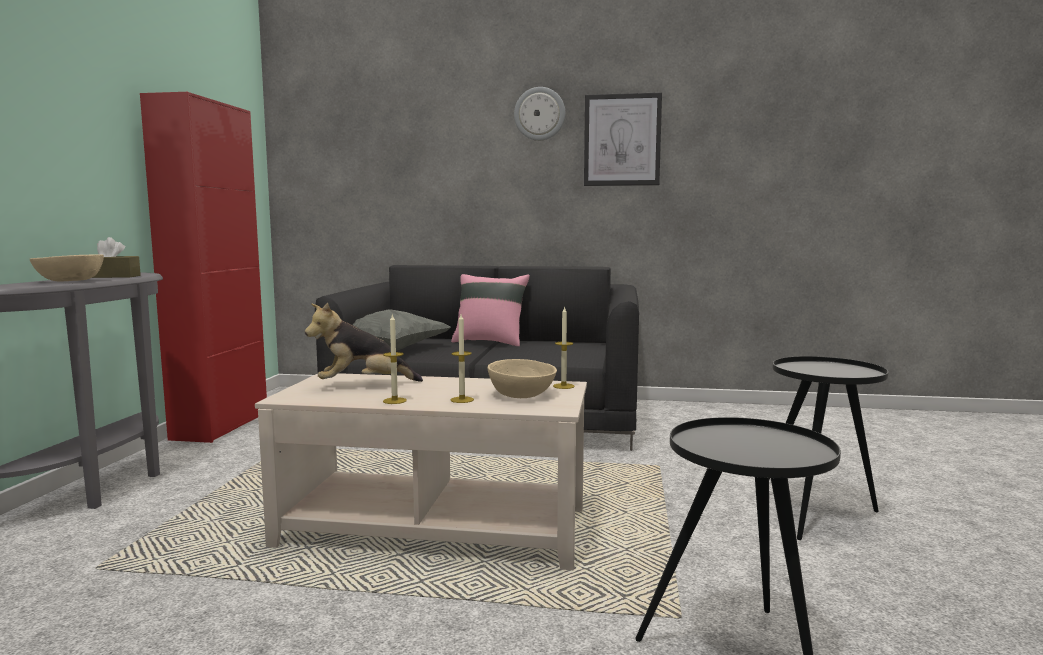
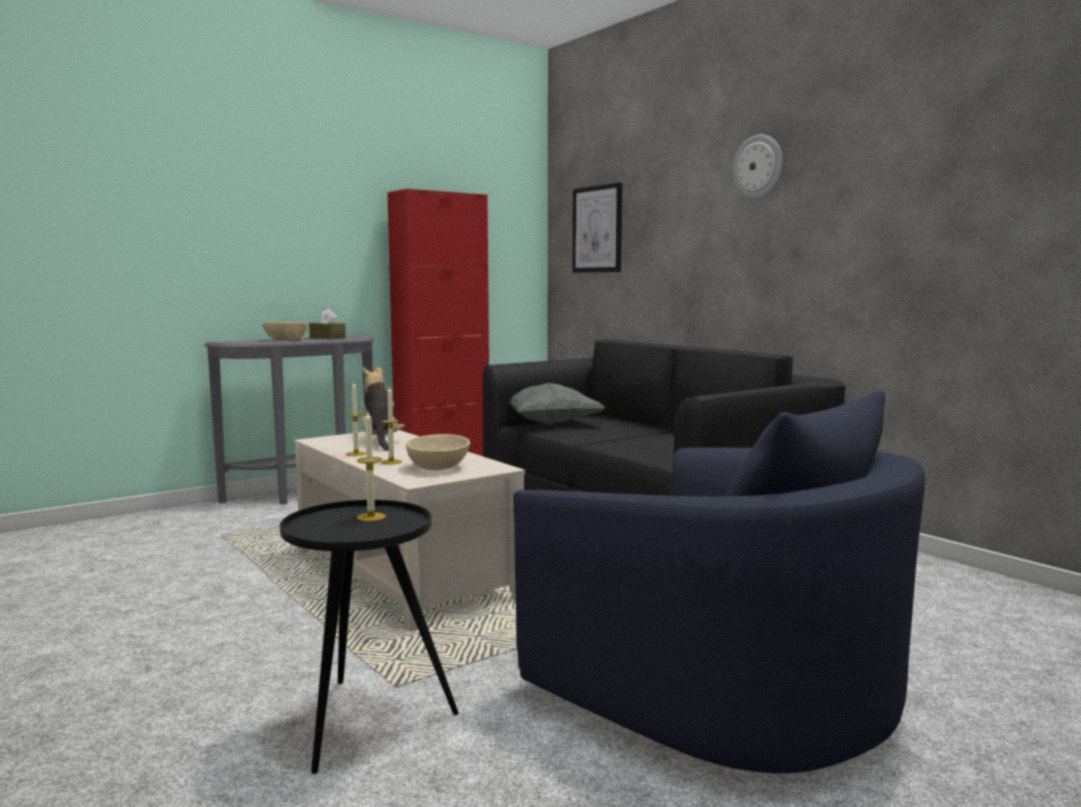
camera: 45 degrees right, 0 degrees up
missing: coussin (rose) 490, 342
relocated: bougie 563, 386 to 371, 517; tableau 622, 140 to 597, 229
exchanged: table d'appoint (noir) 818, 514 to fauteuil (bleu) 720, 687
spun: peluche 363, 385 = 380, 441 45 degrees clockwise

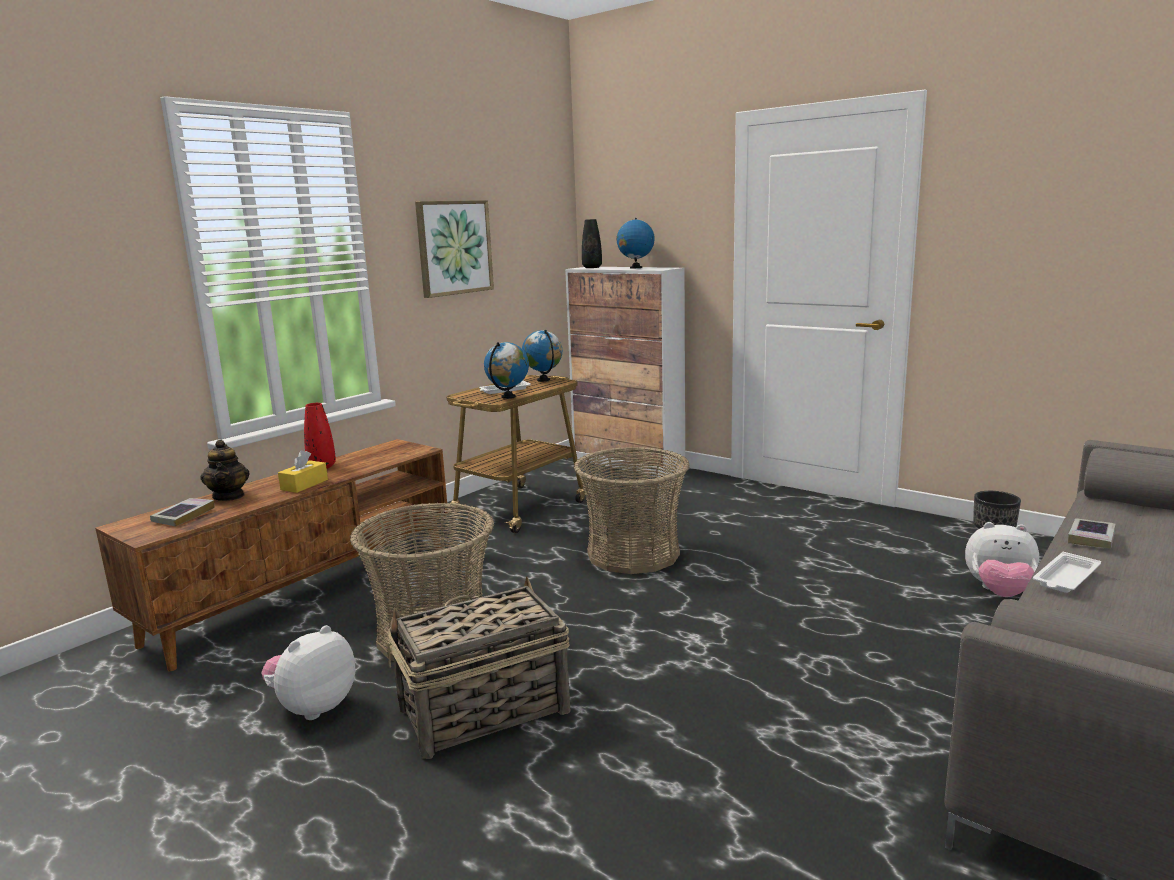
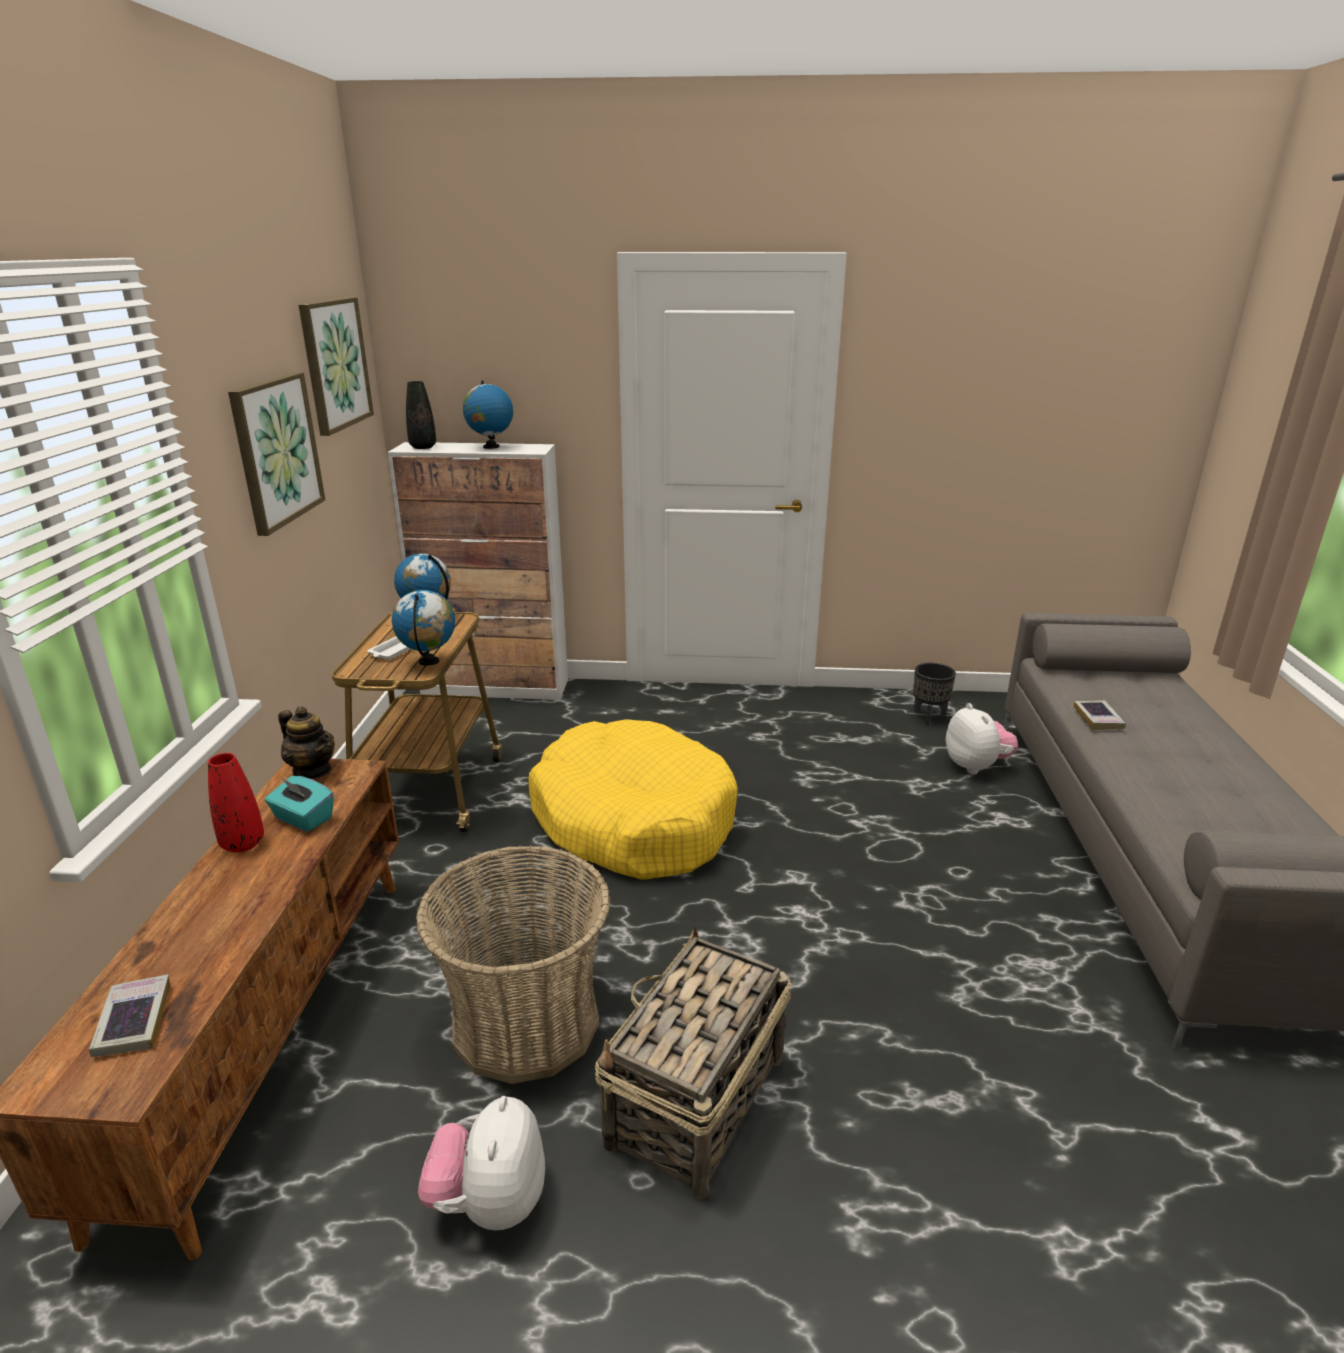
camera: 35 degrees left, 10 degrees up
missing: boîte à mouchoirs (jaune) 304, 485; plateau (blanc) 1065, 578
appeared: boîte à mouchoirs (turquoise) 303, 819; tableau 334, 364
relocated: théière 229, 496 to 313, 770
exchanged: panier 633, 554 to panier pour chien (jaune) 633, 820
spun: peluche 999, 592 = 976, 766 90 degrees counterclockwise

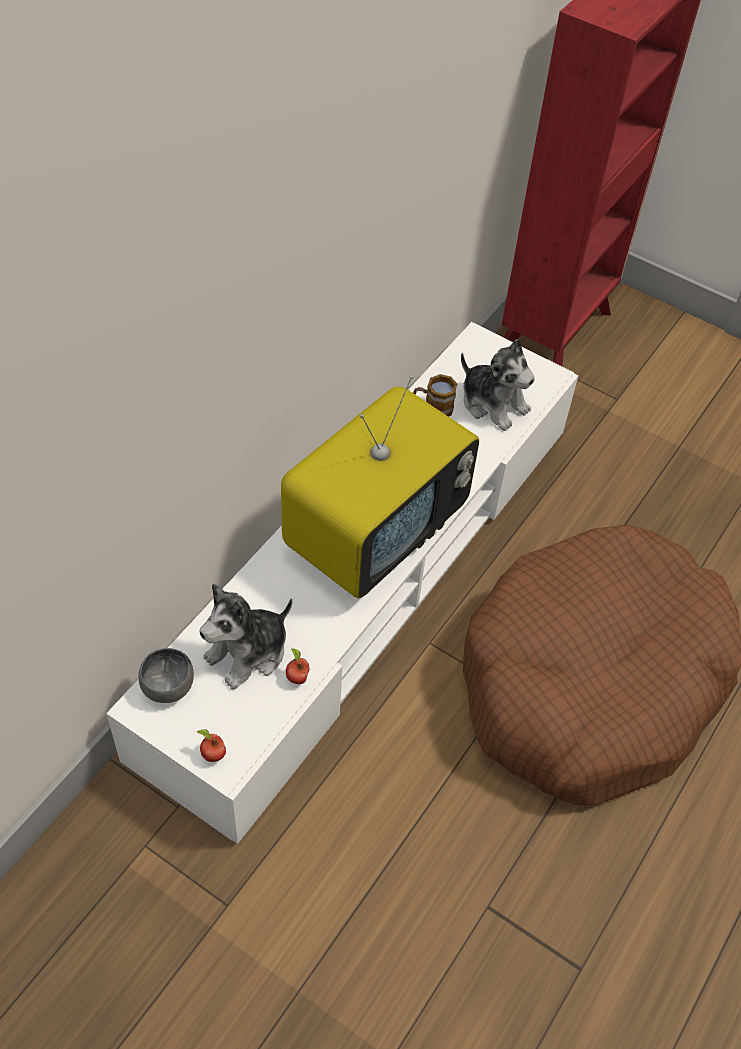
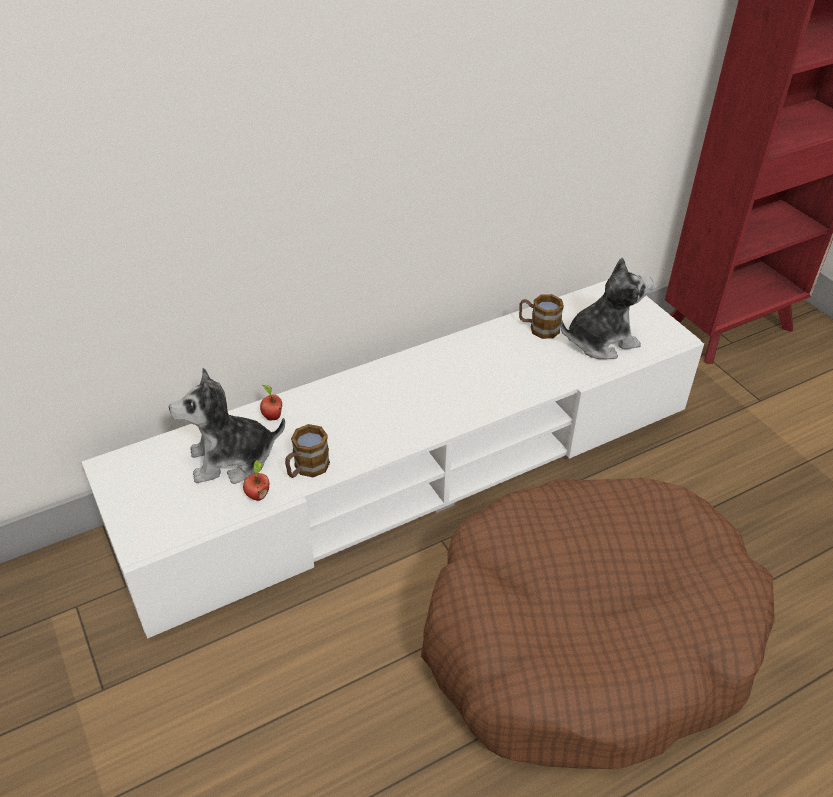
camera: 30 degrees right, 10 degrees down
missing: bol (gris) 167, 689; téléviseur 375, 534
appeared: mug 306, 469
relocated: pomme 212, 755 to 272, 416
spun: peluche 493, 403 = 600, 341 90 degrees counterclockwise

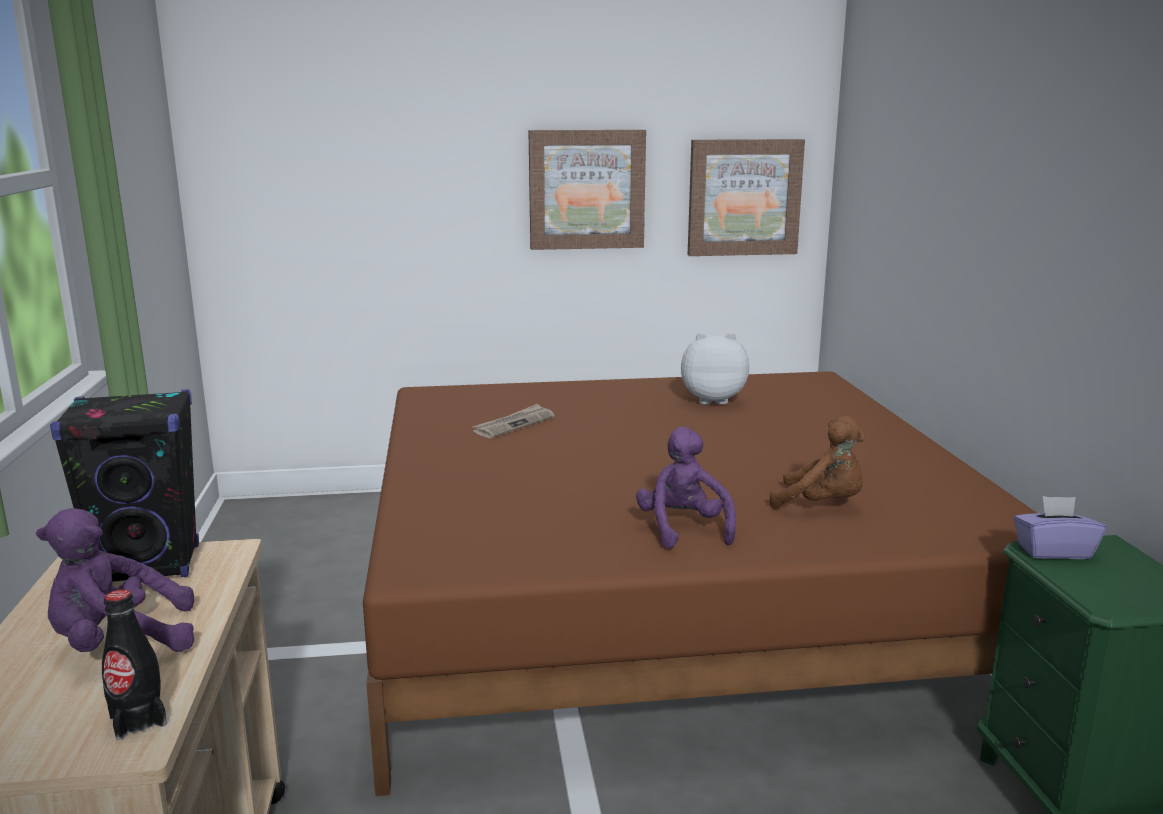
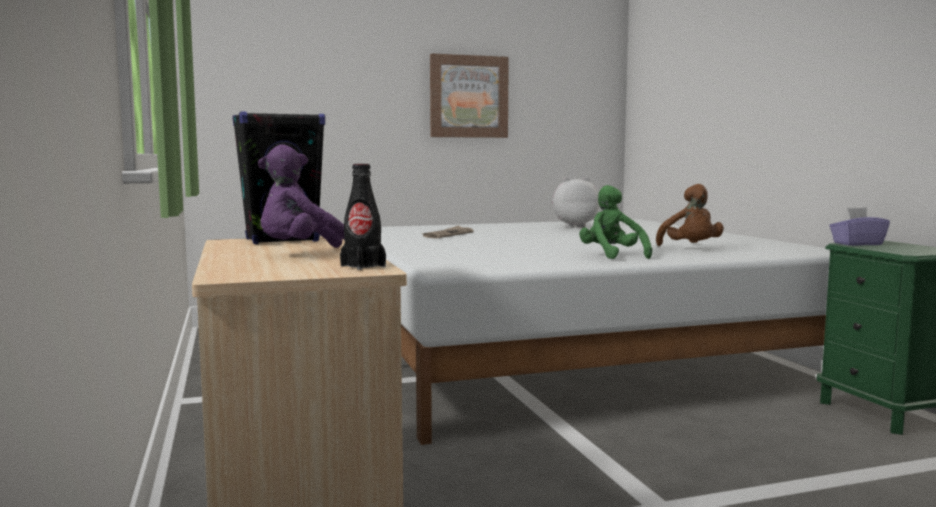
camera: 10 degrees left, 10 degrees down
missing: tableau 744, 197
colour: lit (marron) 664, 601 to lit (blanc) 564, 354; peluche (violet) 683, 529 to peluche (vert) 612, 256
spun: peluche (marron) 822, 504 = 690, 248 60 degrees clockwise

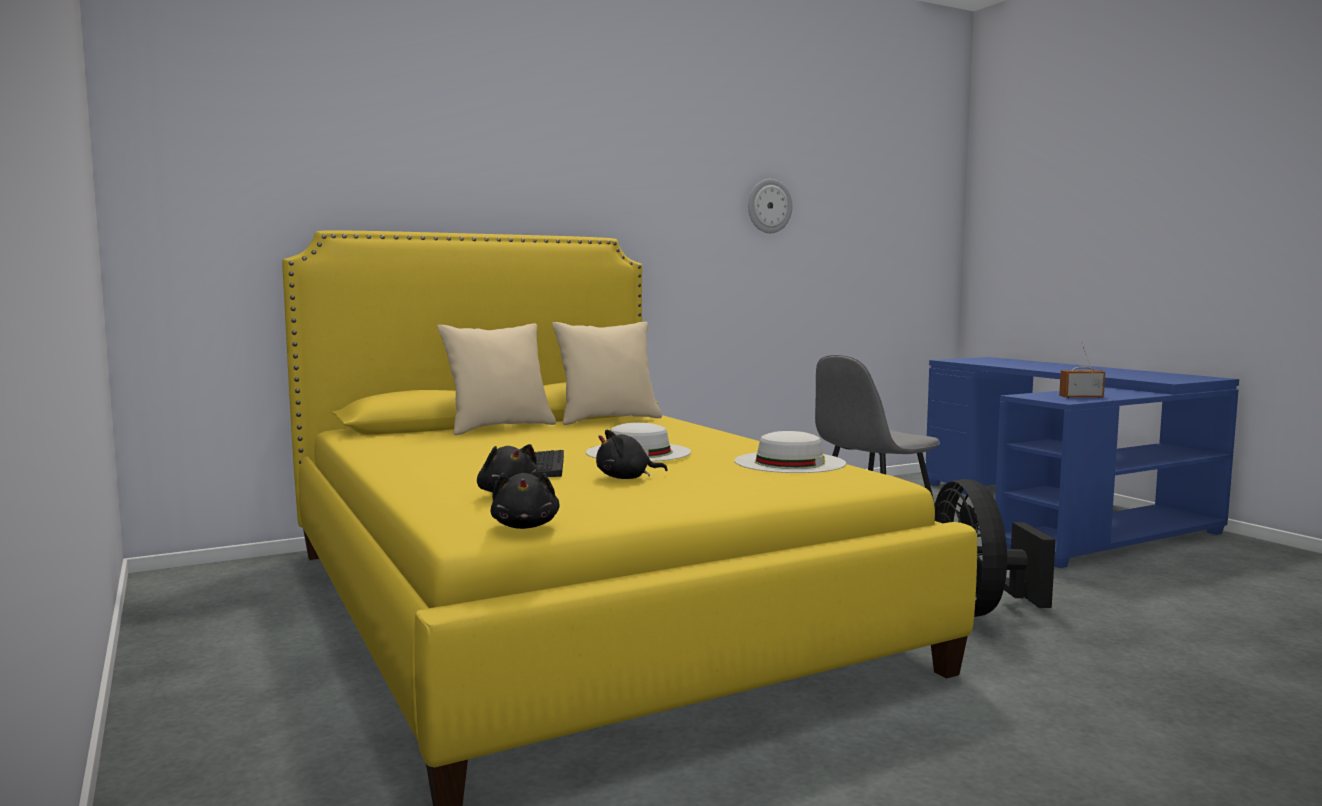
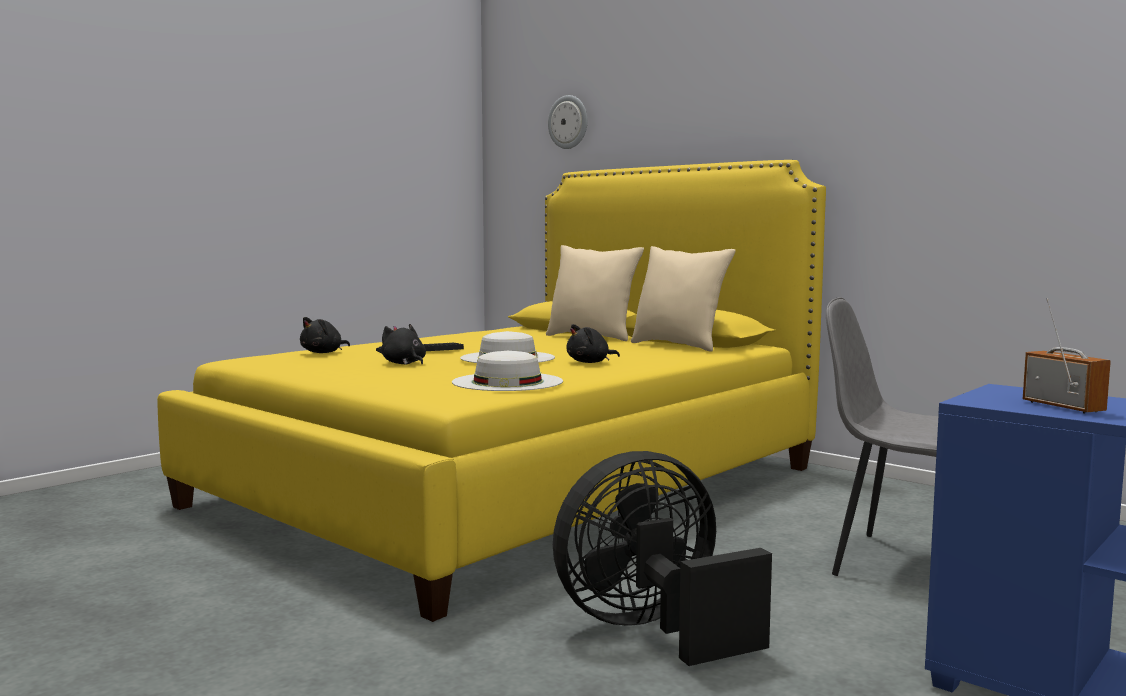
camera: 70 degrees right, 0 degrees up
relocated: peluche (noir) 525, 526 to 590, 362; horloge murale 769, 206 to 568, 122

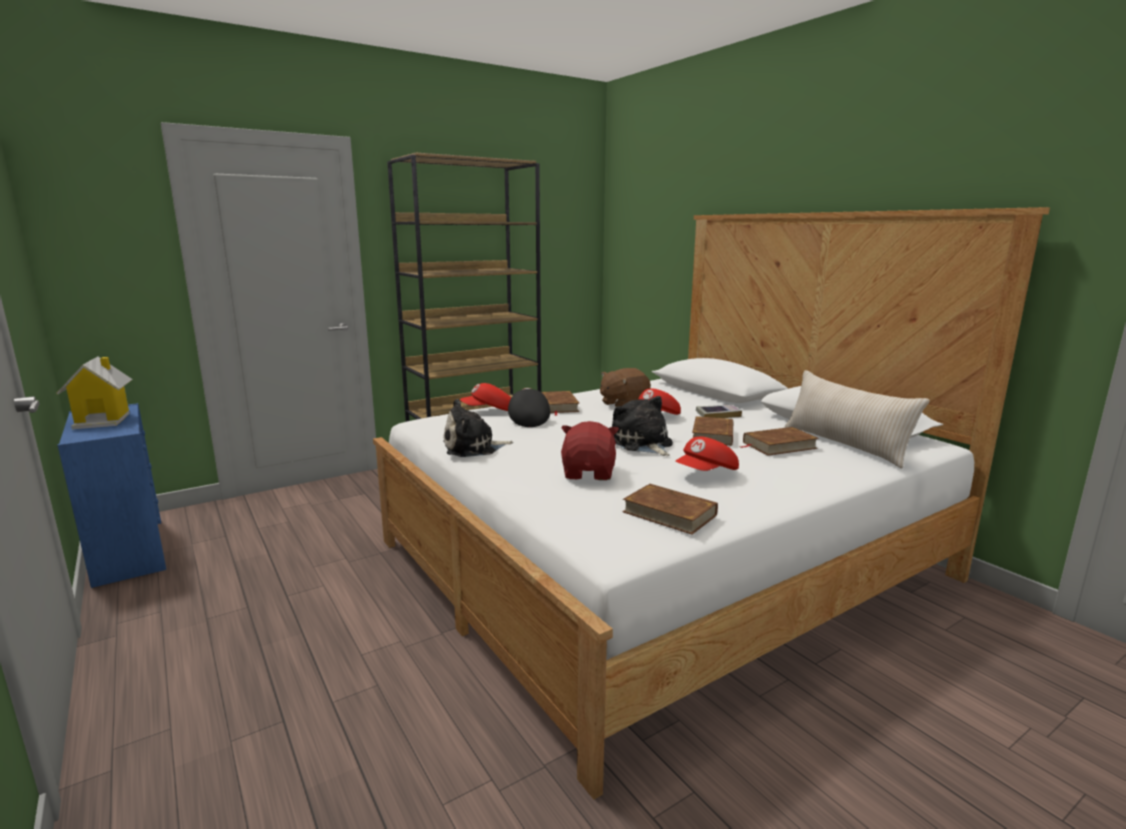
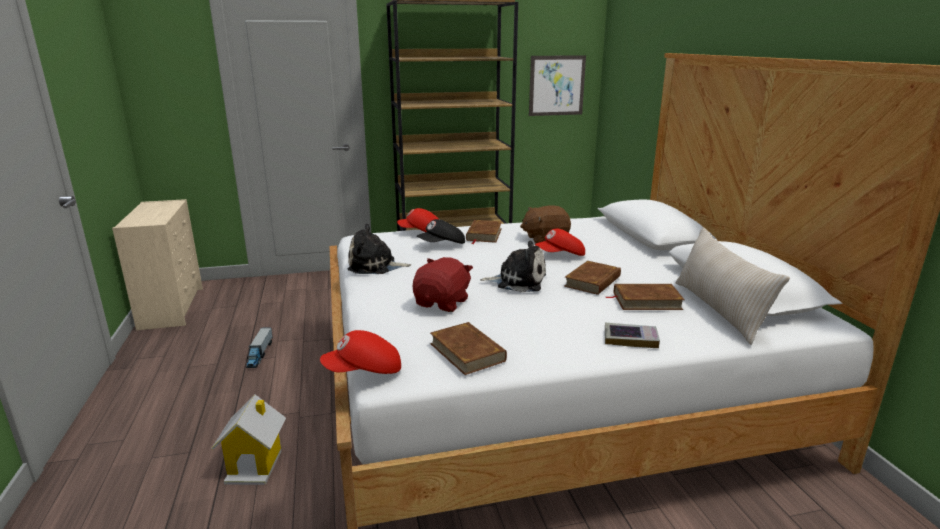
camera: 20 degrees right, 5 degrees up
appeared: camion jouet 260, 354; tableau 556, 85
relocated: maison miniature 103, 420 to 255, 465; casquette (rouge) 706, 473 to 364, 372; livre 718, 415 to 630, 339
colour: commode (bleu) 129, 551 to commode (beige) 172, 307
spun: casquette (noir) 528, 419 = 442, 245 135 degrees counterclockwise; peluche 642, 444 = 518, 281 105 degrees clockwise

